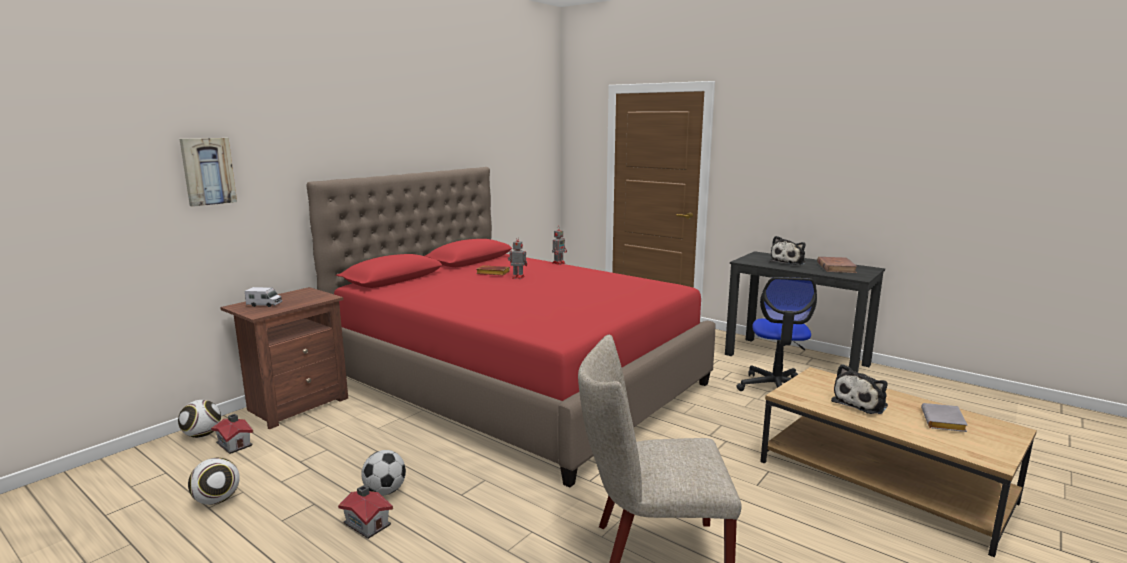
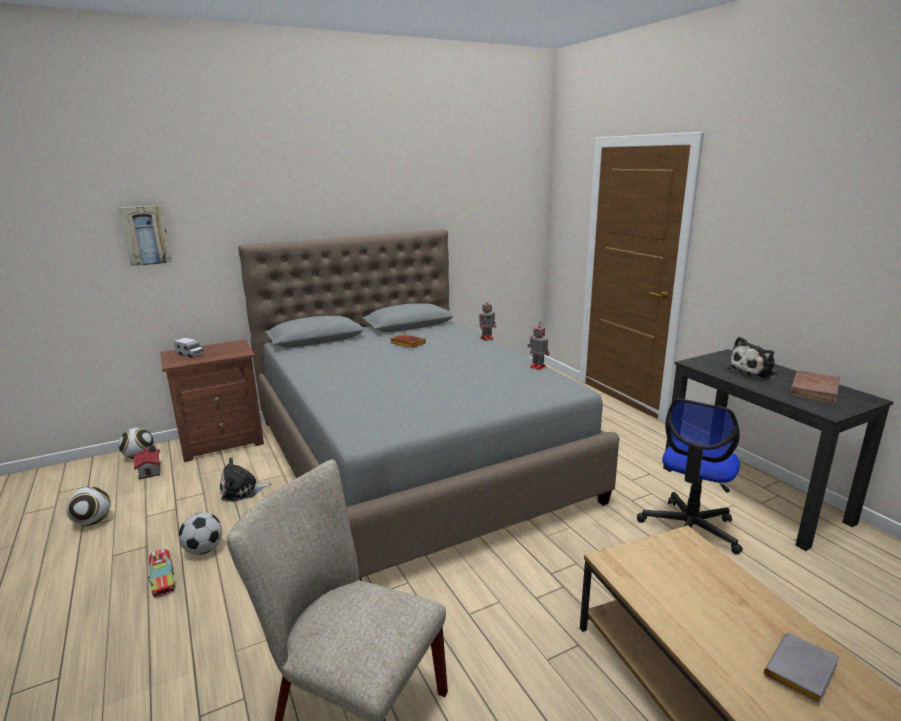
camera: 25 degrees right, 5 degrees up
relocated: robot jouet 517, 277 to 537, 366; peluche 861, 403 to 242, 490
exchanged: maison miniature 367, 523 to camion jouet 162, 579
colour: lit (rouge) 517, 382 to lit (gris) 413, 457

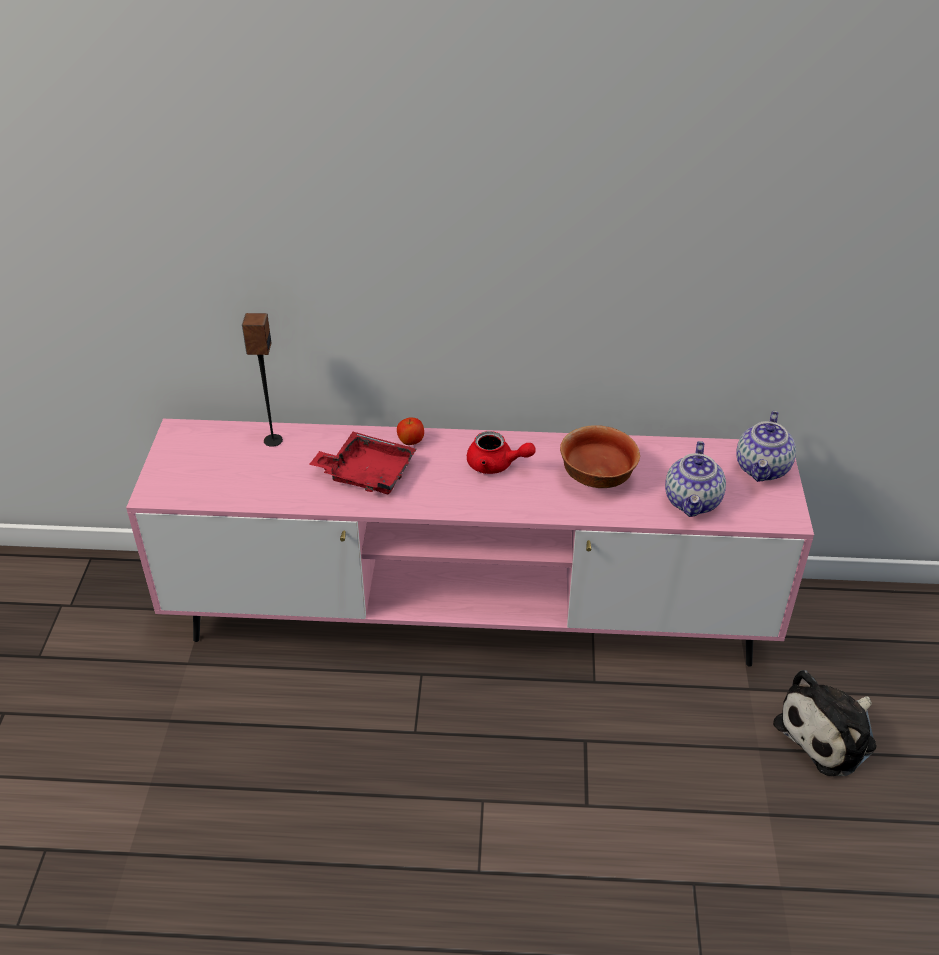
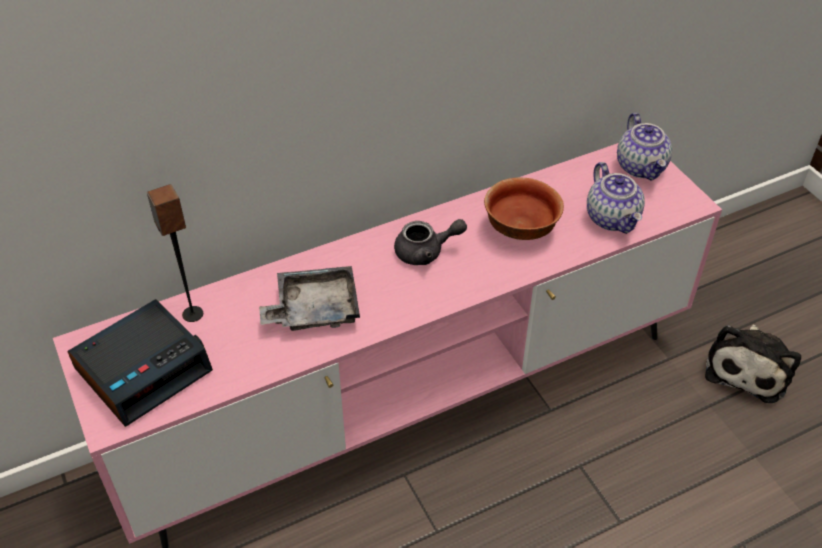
camera: 30 degrees left, 5 degrees up
missing: pomme 410, 442
appeared: réveil 144, 369
colour: plateau (rouge) 367, 473 to plateau (gris) 314, 309; théière (rouge) 496, 465 to théière (gris) 426, 252

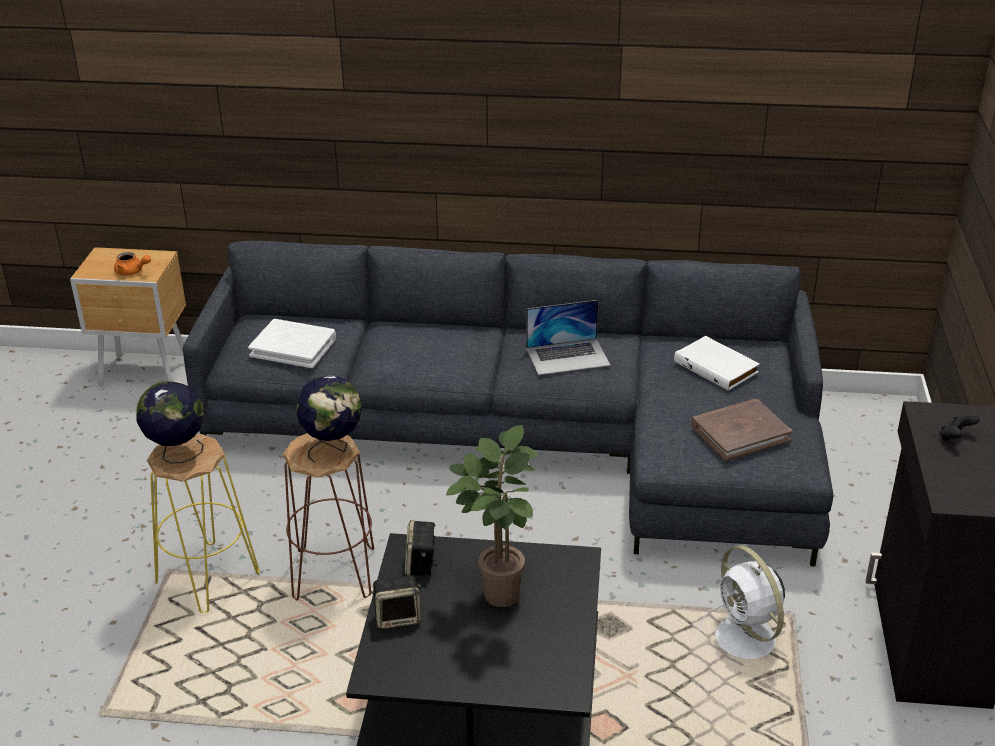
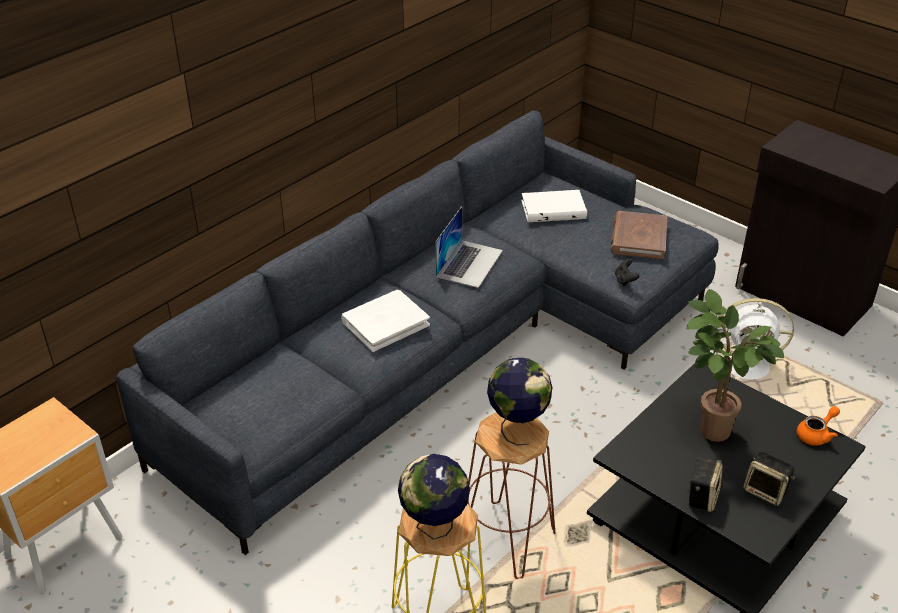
camera: 55 degrees left, 5 degrees up
relocated: théière (orange) 132, 272 to 816, 434; livre (blanc) 293, 347 to 385, 323; enceinte 421, 564 to 766, 491; manette (noir) 955, 438 to 625, 280

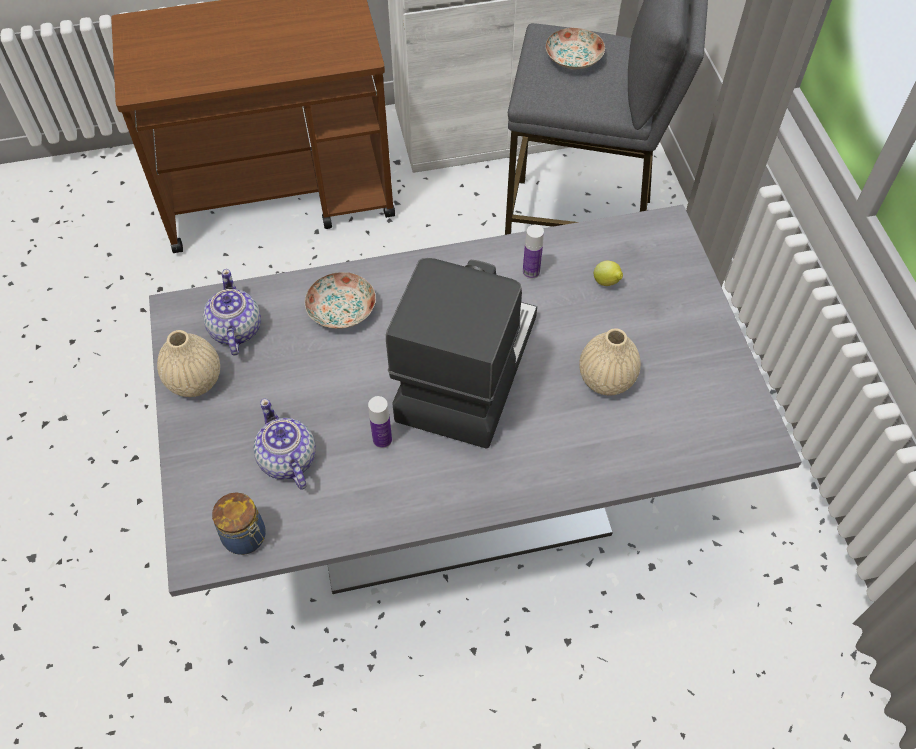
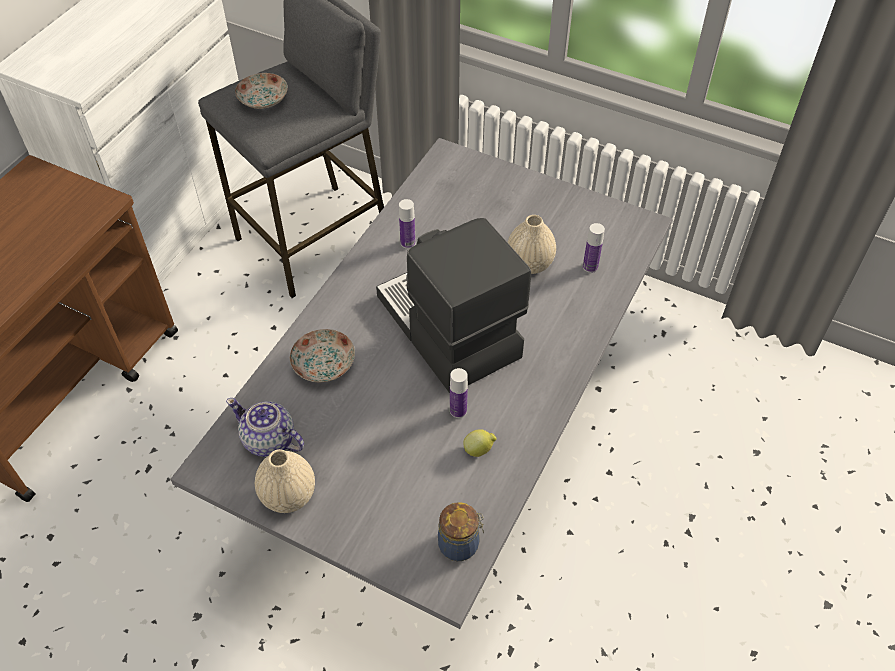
camera: 50 degrees left, 5 degrees down
missing: théière 287, 460
appeared: bouteille 590, 267
relocated: citron 607, 283 to 479, 450

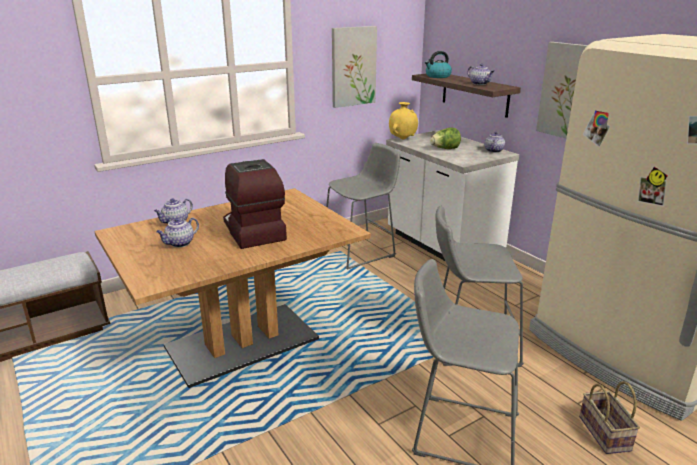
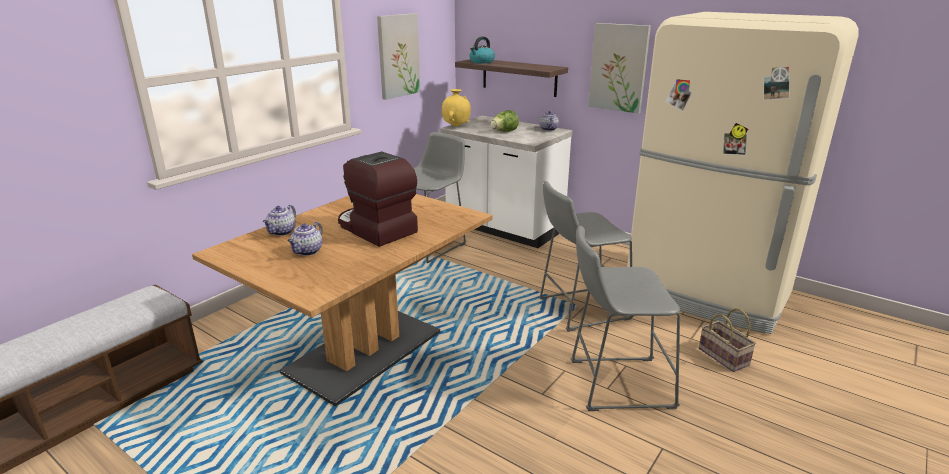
camera: 20 degrees left, 0 degrees up
missing: théière 480, 84

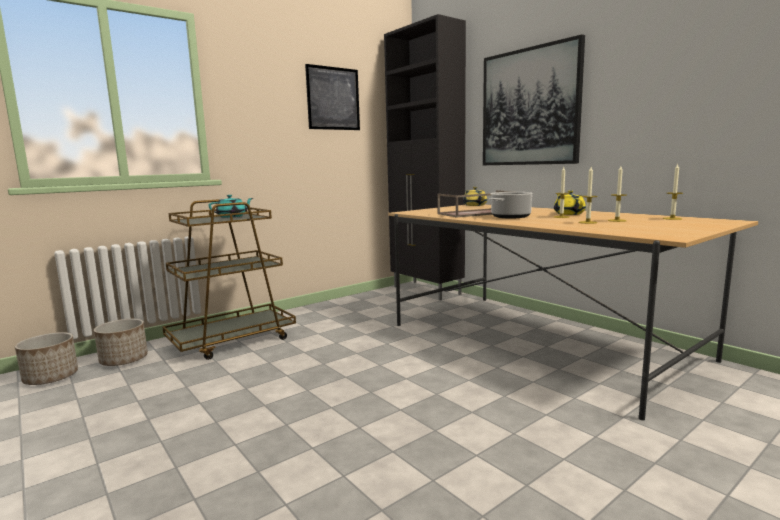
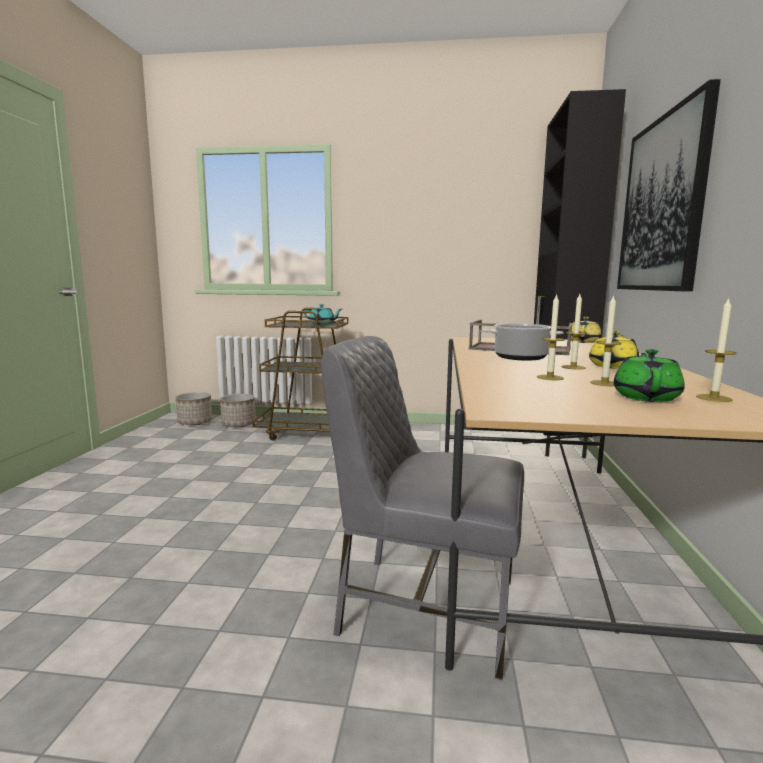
camera: 45 degrees right, 0 degrees up
missing: tableau 333, 98
appeared: chaise (gris) 425, 607; théière (vert) 646, 397

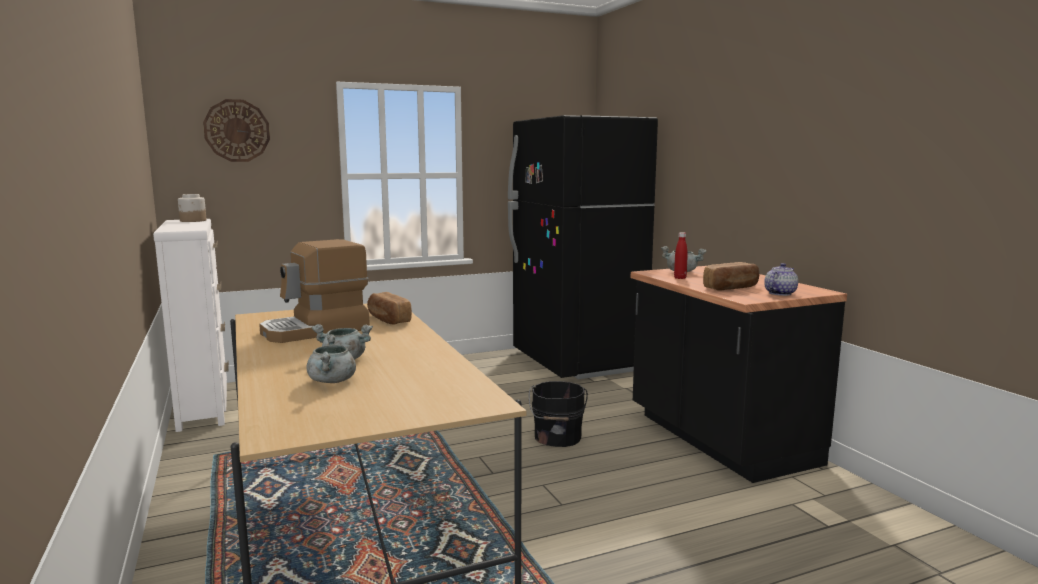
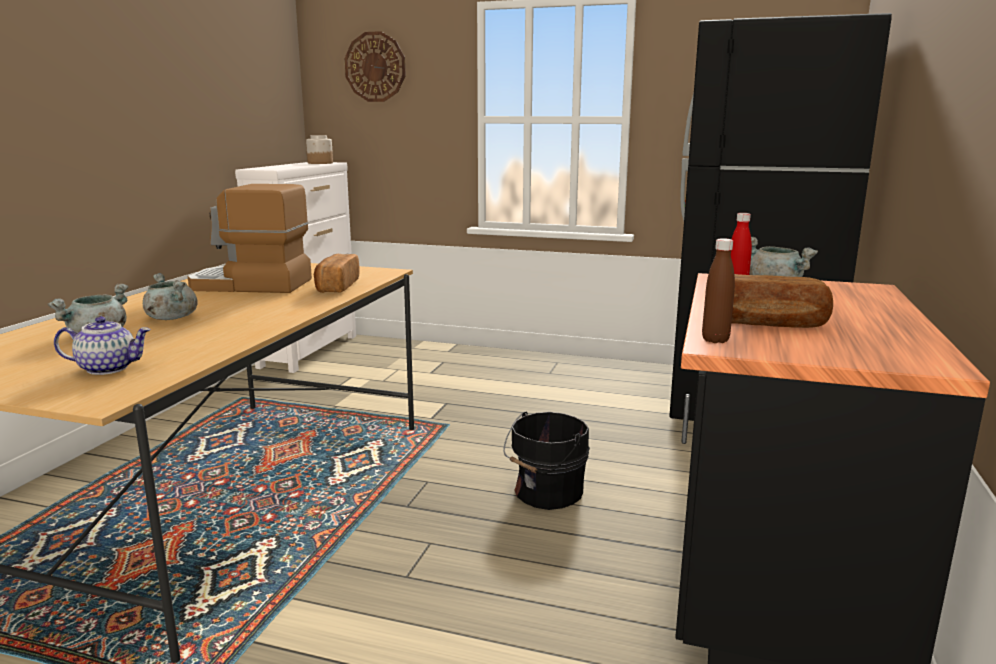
camera: 40 degrees right, 5 degrees up
appeared: bouteille (marron) 715, 340
relocated: théière 779, 293 to 108, 368

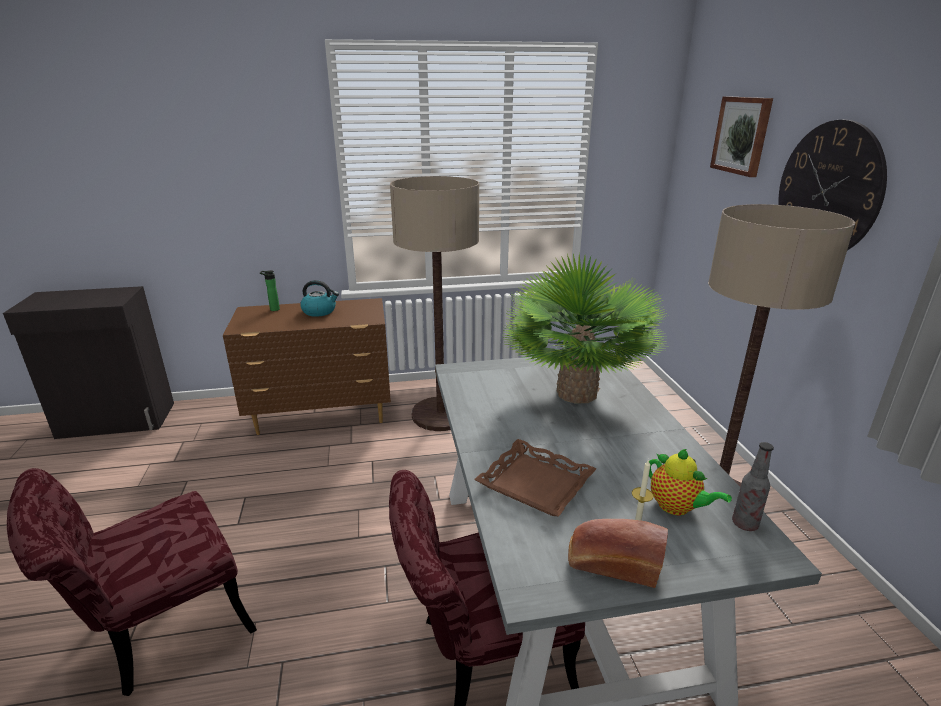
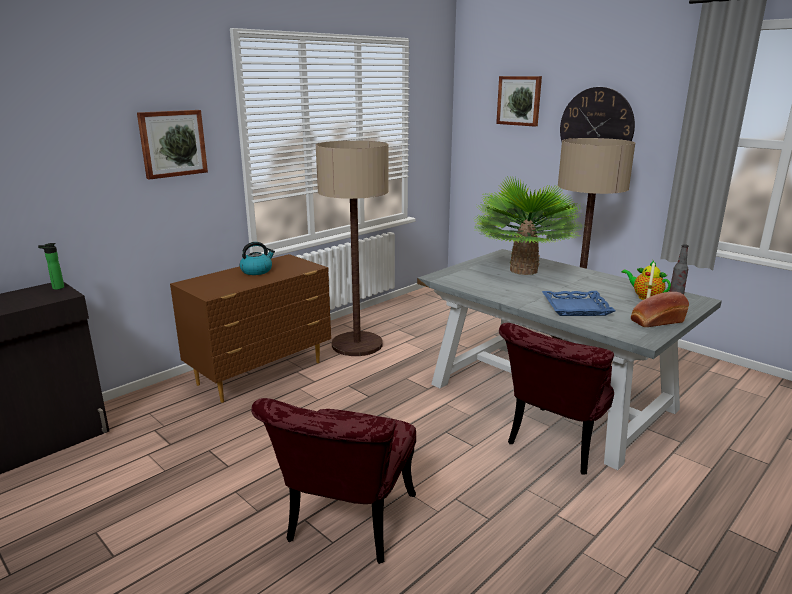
camera: 35 degrees left, 5 degrees down
appeared: tableau 172, 143
relocated: bouteille 273, 309 to 56, 288
colour: plateau (marron) 535, 484 to plateau (bleu) 576, 308
spun: théière 677, 507 = 645, 297 150 degrees counterclockwise

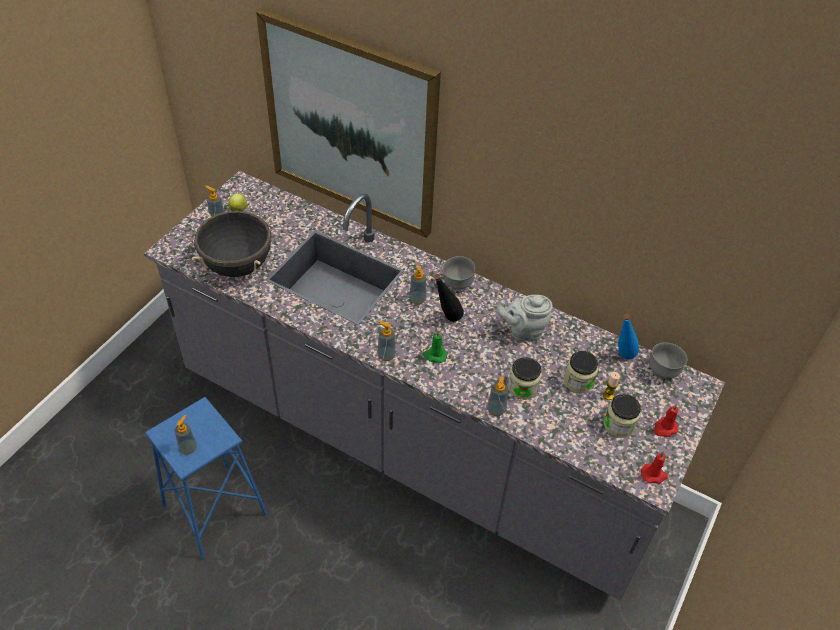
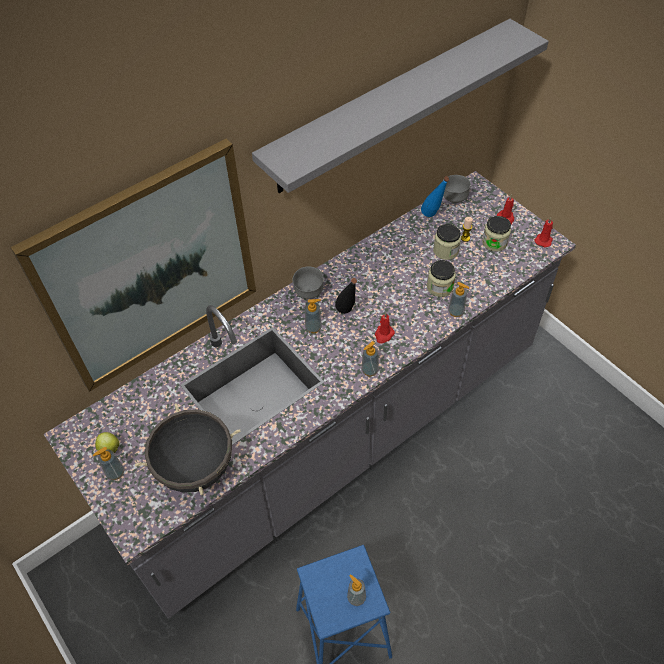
camera: 65 degrees left, 5 degrees up
missing: théière (gris) 523, 332
appeared: étagère (gris) 389, 106
colour: bougie (vert) 434, 355 to bougie (rouge) 383, 335

